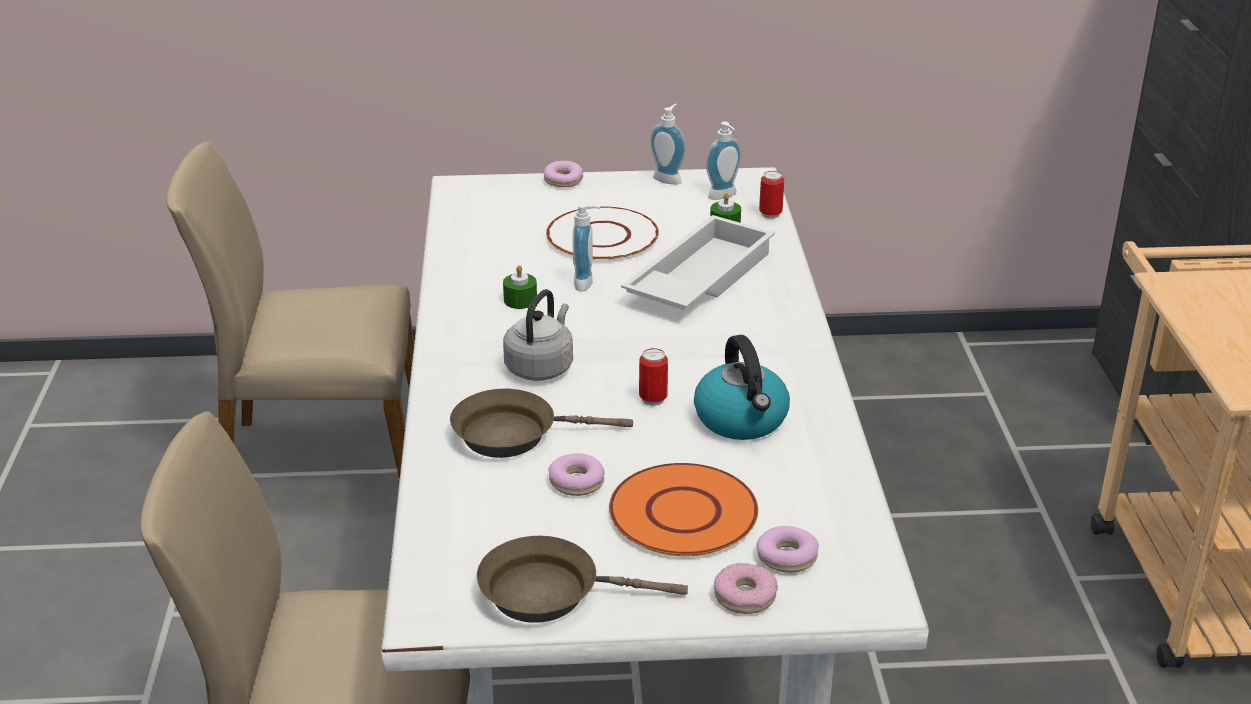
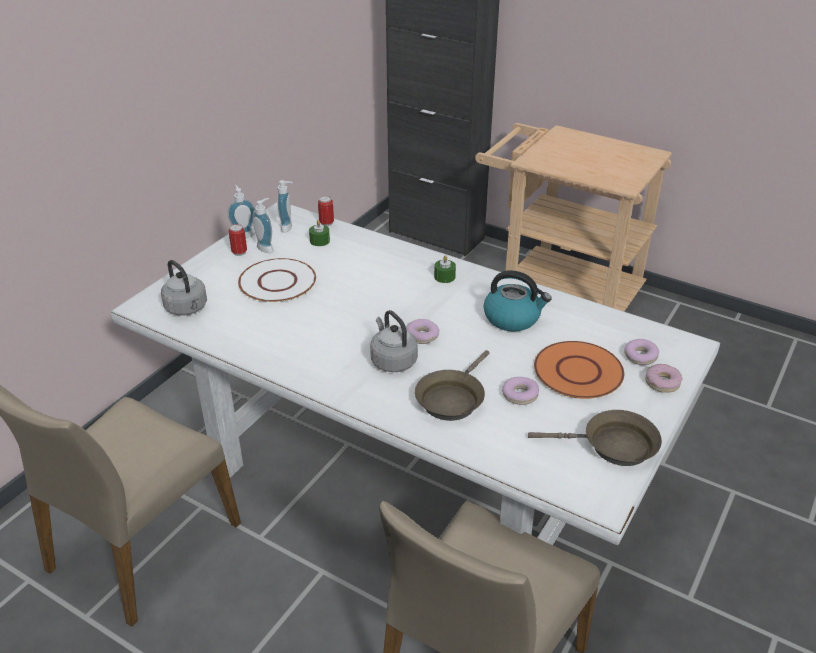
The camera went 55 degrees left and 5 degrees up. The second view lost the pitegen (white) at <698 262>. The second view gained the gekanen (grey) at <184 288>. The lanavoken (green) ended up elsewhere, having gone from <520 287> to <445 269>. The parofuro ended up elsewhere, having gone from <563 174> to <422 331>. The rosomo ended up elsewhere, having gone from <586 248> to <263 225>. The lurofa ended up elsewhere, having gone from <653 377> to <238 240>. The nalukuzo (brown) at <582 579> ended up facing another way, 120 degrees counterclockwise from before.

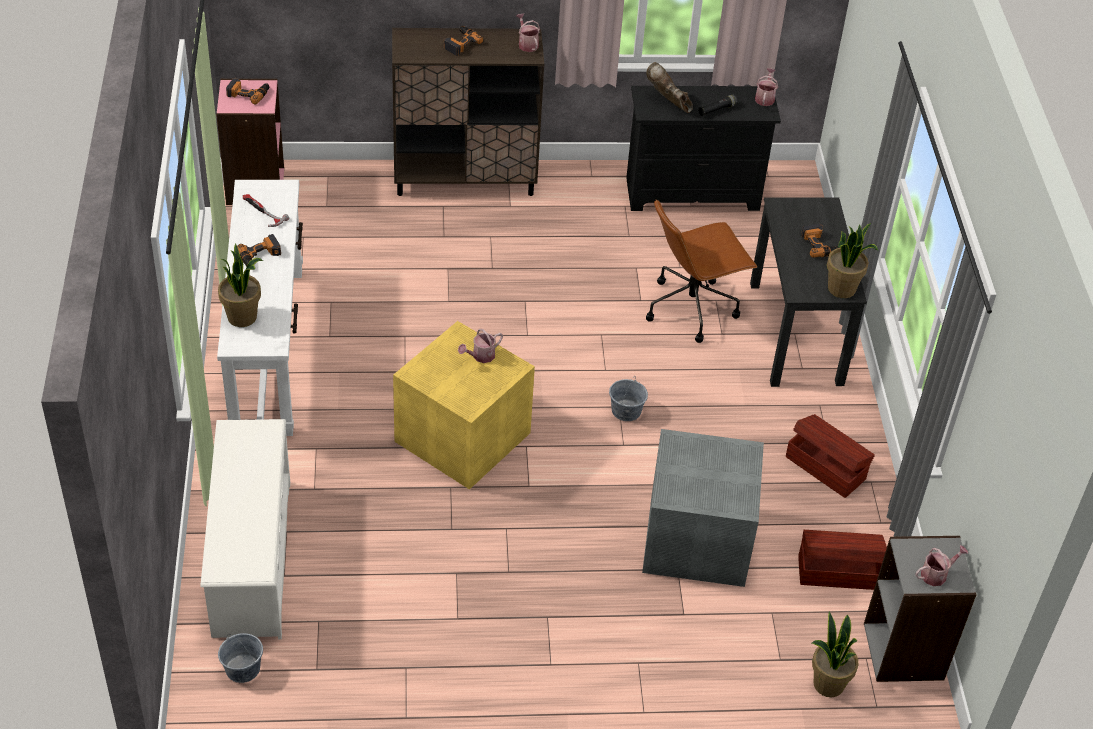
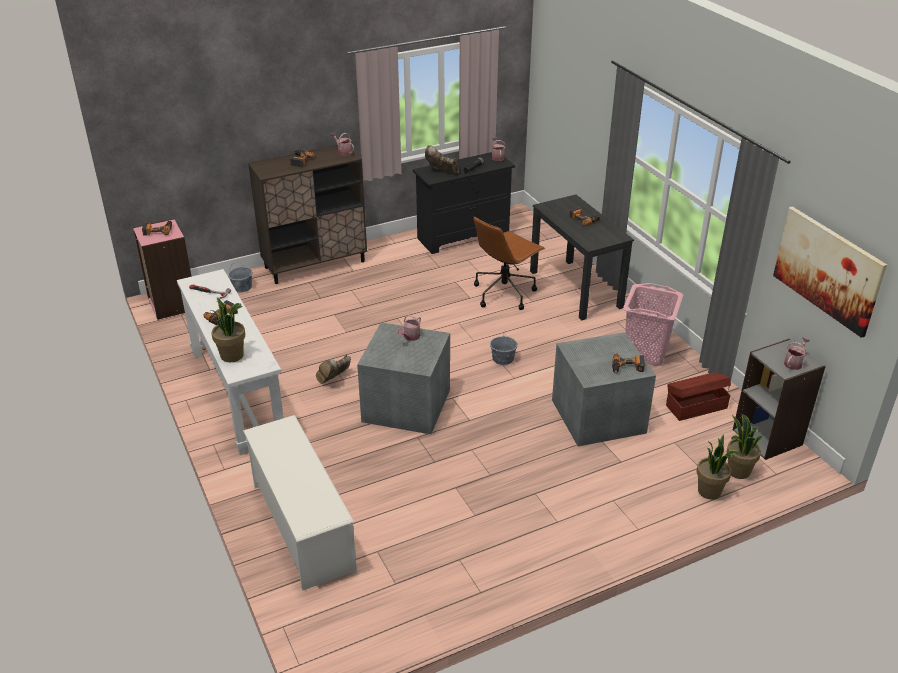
The camera went 20 degrees left and 10 degrees down. The second view gained the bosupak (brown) at <333 369>. The second view gained the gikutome at <628 363>. The second view gained the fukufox at <830 272>. The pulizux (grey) ended up elsewhere, having gone from <240 658> to <240 277>. The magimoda ended up elsewhere, having gone from <852 260> to <718 467>. Where the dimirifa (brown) stood at <830 456>, the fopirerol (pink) came to stand at <653 324>. What was the dimirifa (yellow) at <464 405> turned into the dimirifa (grey) at <403 378>.

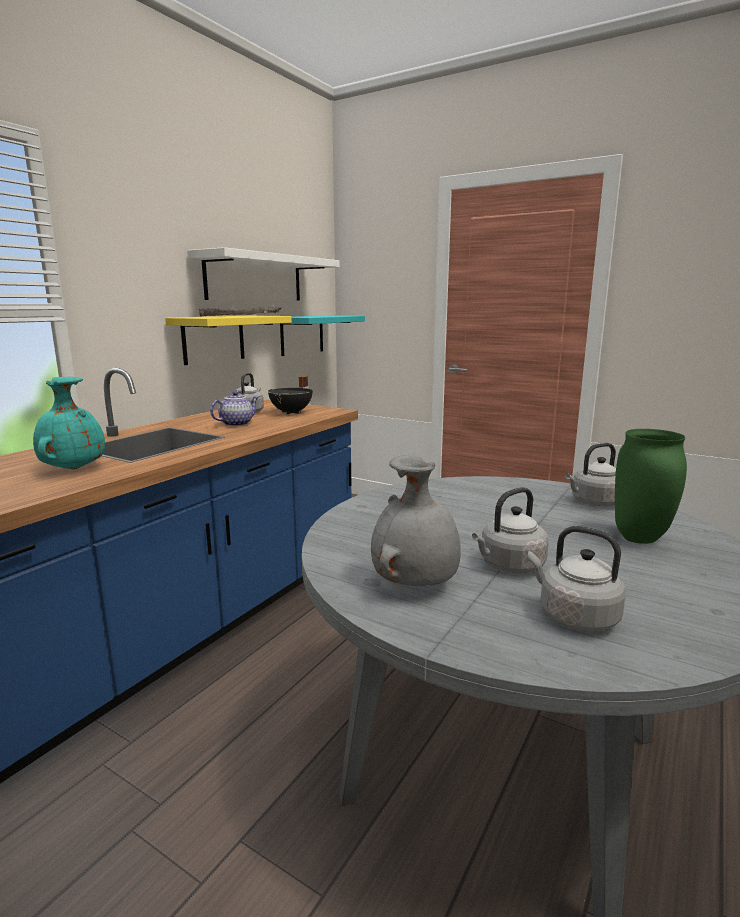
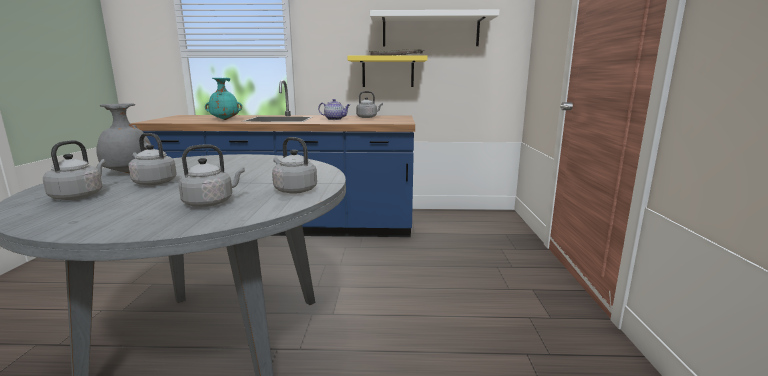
The camera went 60 degrees right and 0 degrees up. The second view lost the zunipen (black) at <290 395>. The second view lost the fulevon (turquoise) at <321 335>. Where the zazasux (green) stood at <651 486>, the gekanen (grey) came to stand at <211 175>.

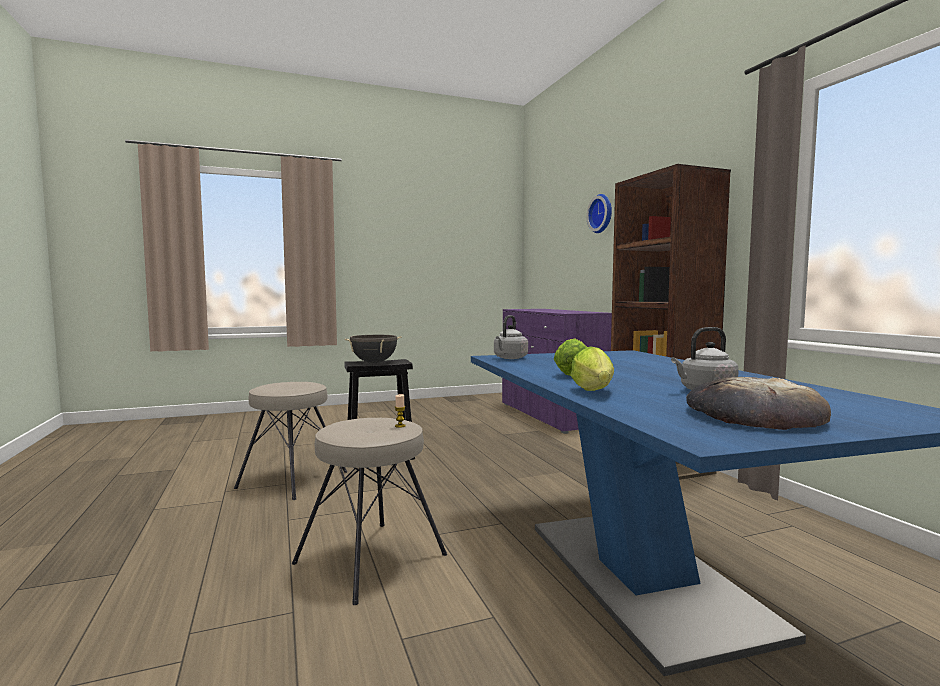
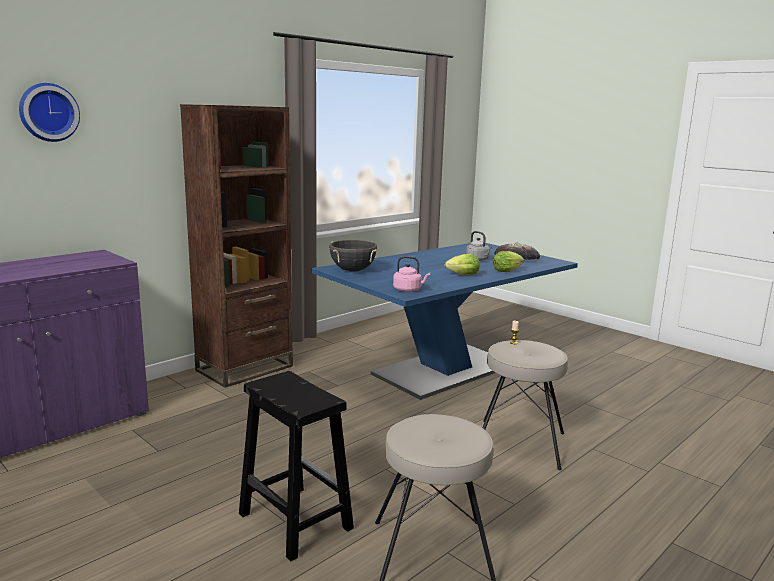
The camera went 115 degrees left and 10 degrees up. The zunipen (black) ended up elsewhere, having gone from <373 349> to <353 256>. What was the gekanen (grey) at <511 337> turned into the gekanen (pink) at <411 274>.

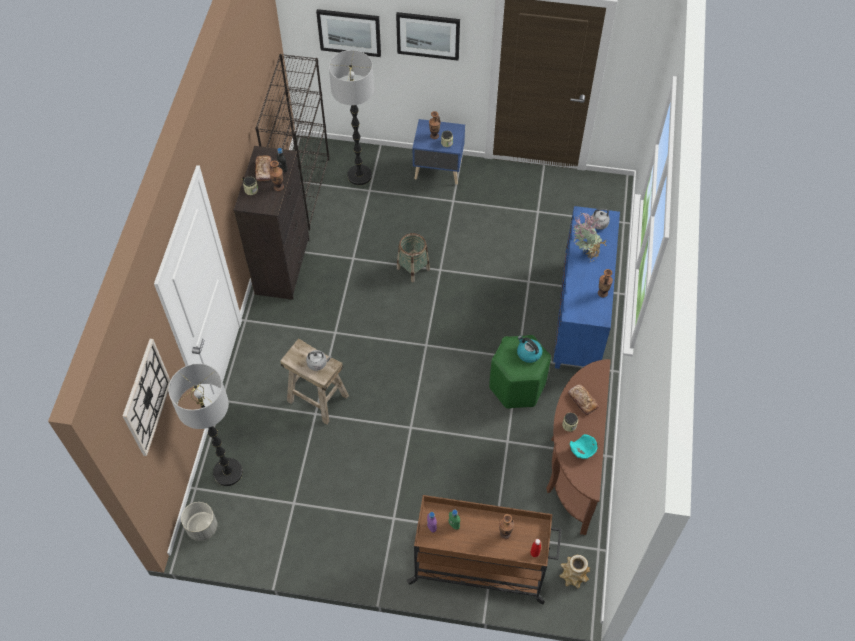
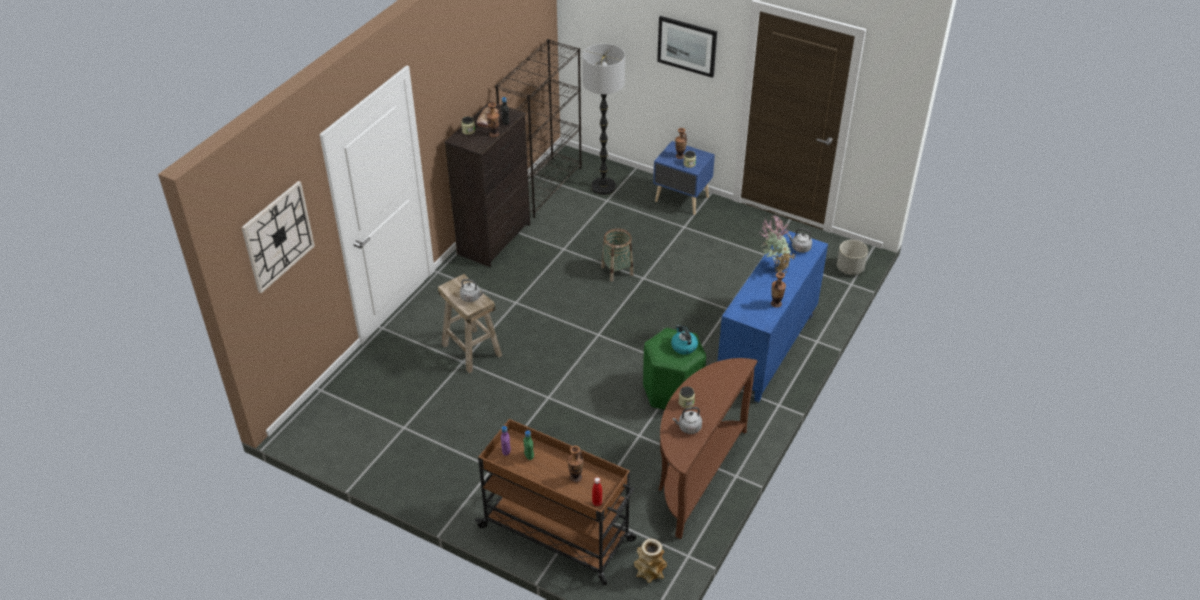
The camera went 20 degrees right and 15 degrees down. The second view lost the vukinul at <205 424>. The second view lost the fukufox at <348 33>. The second view lost the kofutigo at <583 400>. The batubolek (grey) ended up elsewhere, having gone from <199 521> to <852 257>. Where the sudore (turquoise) stood at <583 446>, the gekanen (grey) came to stand at <687 420>.

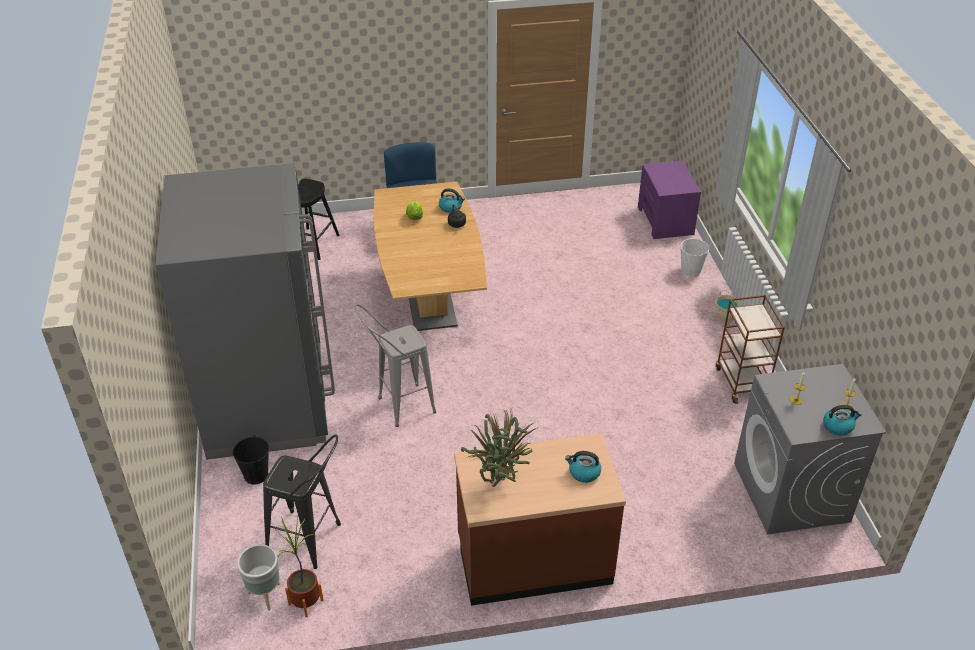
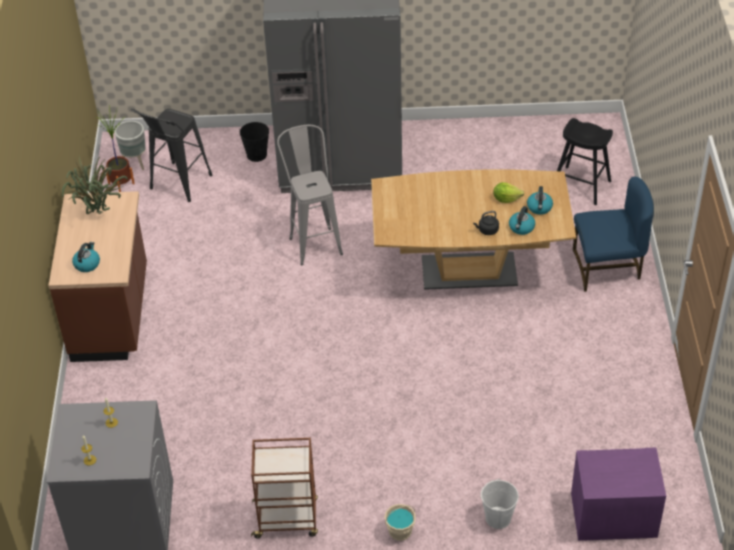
The camera went 100 degrees right and 5 degrees up. The gekanen ended up elsewhere, having gone from <842 420> to <540 200>.

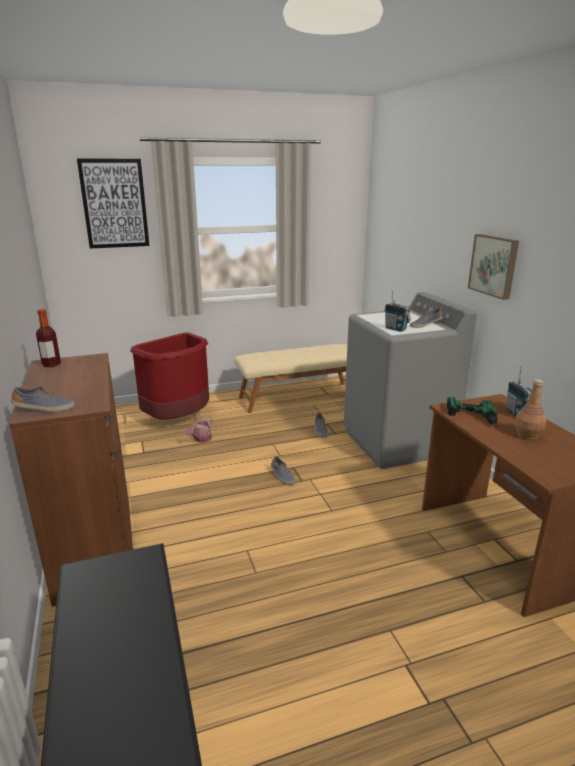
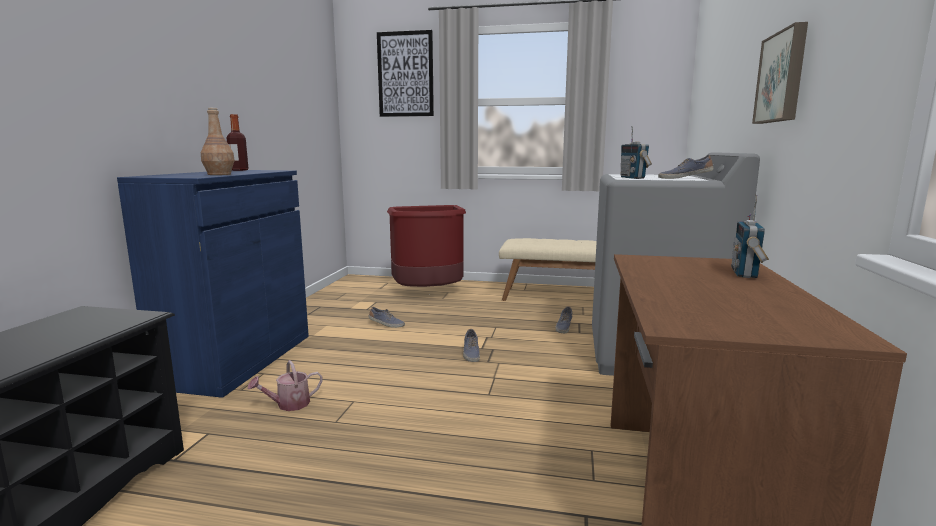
The camera went 30 degrees right and 10 degrees down. The second view lost the gikutome at <472 412>. The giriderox ended up elsewhere, having gone from <43 399> to <386 317>. The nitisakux ended up elsewhere, having gone from <199 429> to <285 385>. The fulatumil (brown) ended up elsewhere, having gone from <530 409> to <218 141>. What was the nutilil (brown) at <71 480> turned into the nutilil (blue) at <213 284>.

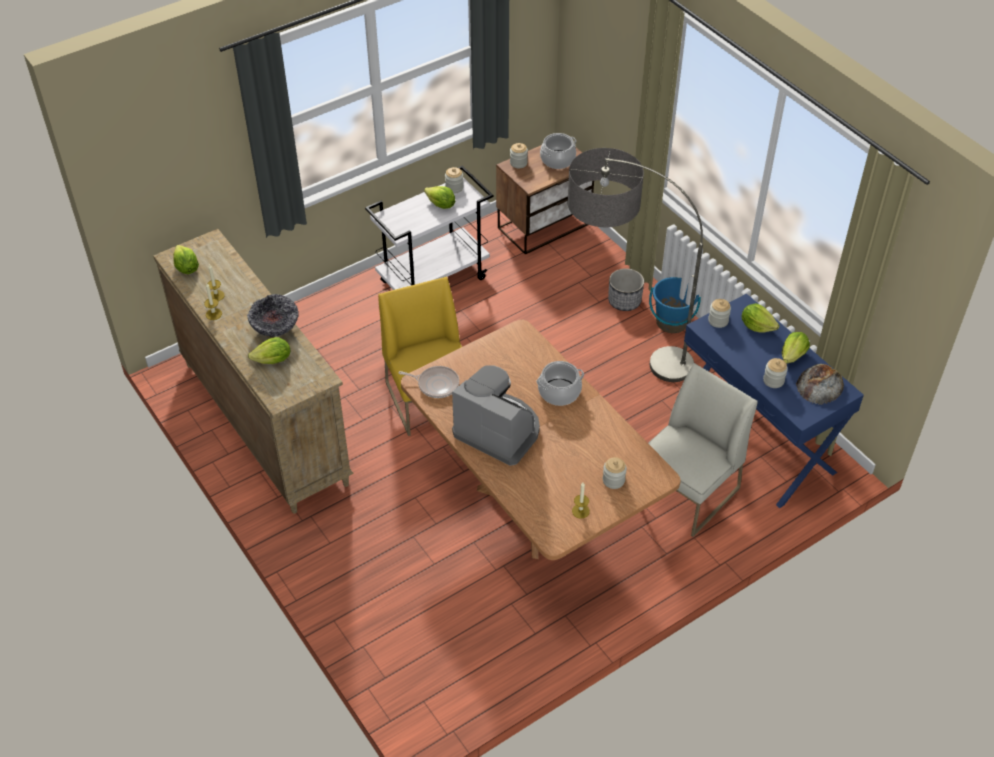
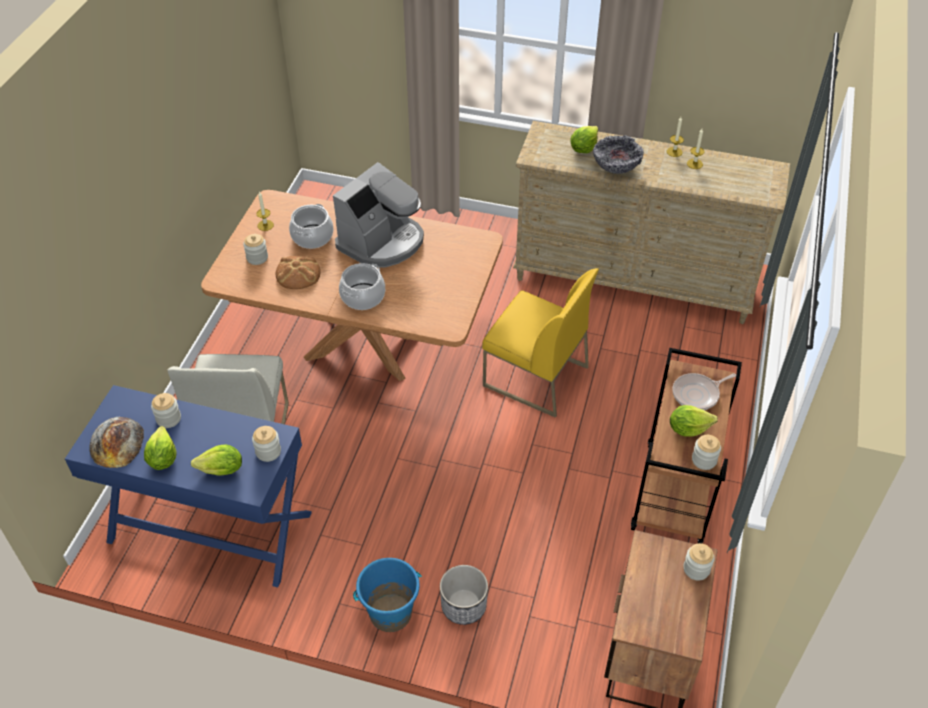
The camera went 140 degrees right and 0 degrees up. The second view lost the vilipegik at <186 259>. The second view lost the vukinul at <635 265>. The second view gained the kofutigo at <298 272>. The nalukuzo ended up elsewhere, having gone from <429 382> to <704 391>. The zunipen ended up elsewhere, having gone from <558 151> to <311 226>. What was the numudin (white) at <429 227> turned into the numudin (brown) at <686 445>. The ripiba at <496 415> ended up facing another way, 45 degrees counterclockwise from before.

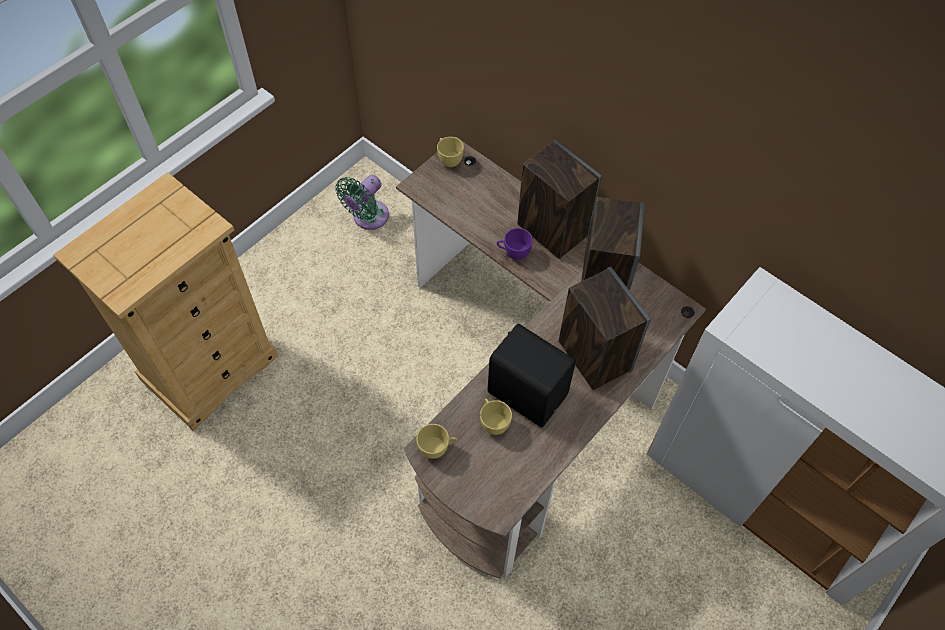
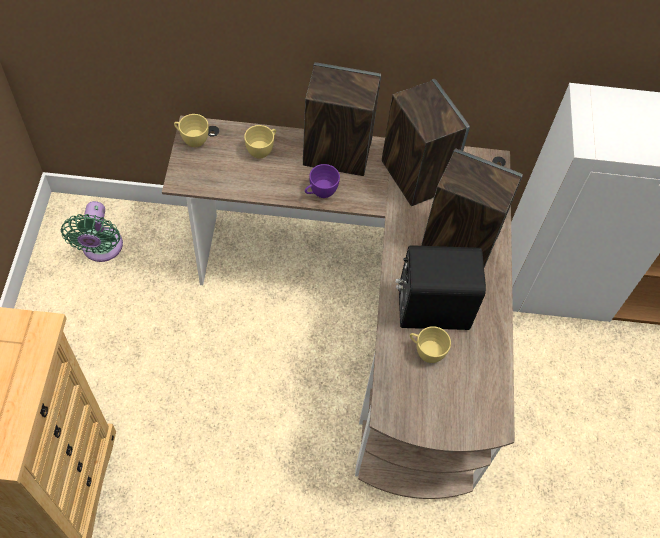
The camera went 40 degrees left and 0 degrees up. The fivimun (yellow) ended up elsewhere, having gone from <436 441> to <260 142>.

